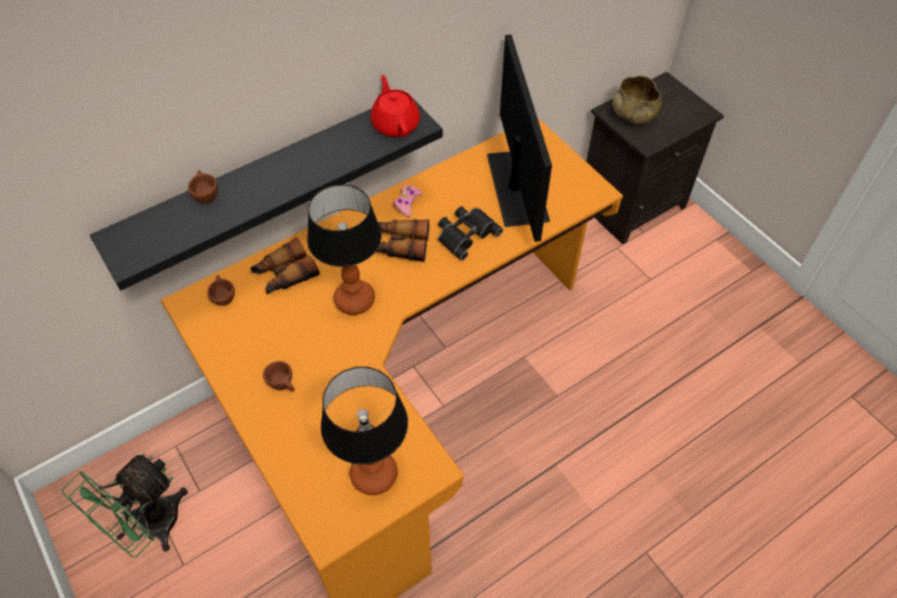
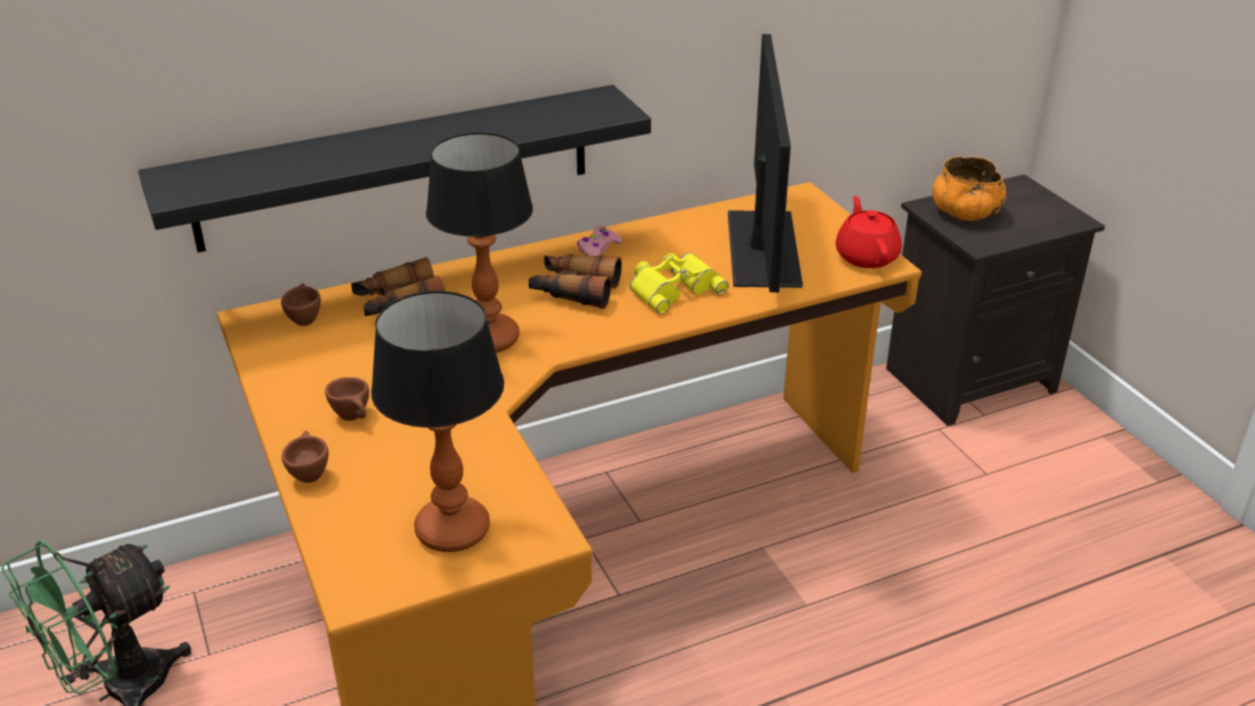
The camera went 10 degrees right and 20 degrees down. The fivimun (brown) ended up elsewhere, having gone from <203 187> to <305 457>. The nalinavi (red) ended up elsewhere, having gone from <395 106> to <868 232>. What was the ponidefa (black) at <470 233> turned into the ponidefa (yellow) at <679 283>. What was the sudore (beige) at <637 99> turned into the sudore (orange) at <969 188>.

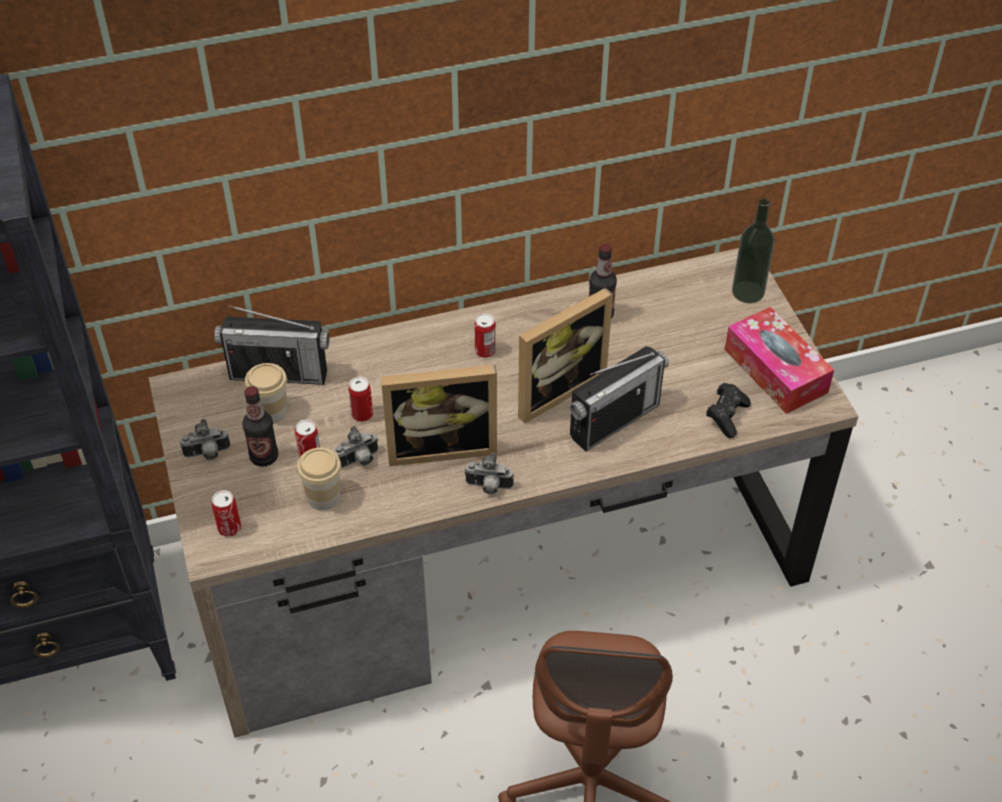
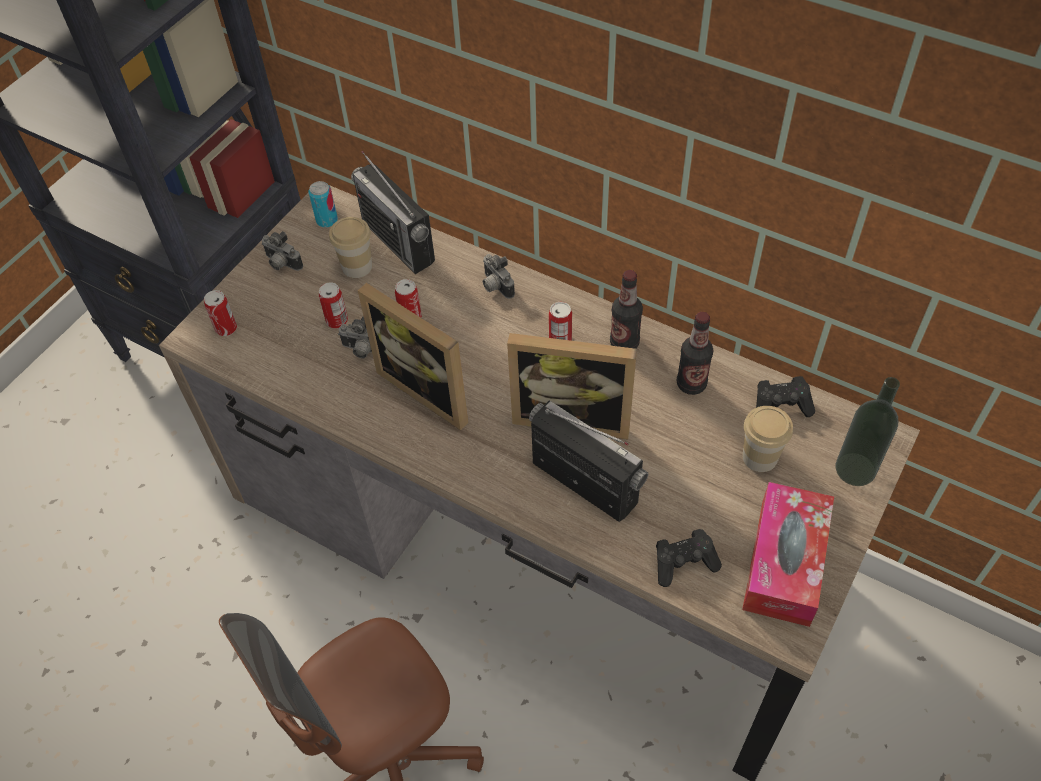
The camera went 50 degrees right and 5 degrees up. The second view gained the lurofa at <323 204>. The second view gained the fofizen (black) at <785 396>. The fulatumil ended up elsewhere, having gone from <260 426> to <626 309>. The fivimun ended up elsewhere, having gone from <319 479> to <767 439>. The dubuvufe ended up elsewhere, having gone from <489 474> to <499 276>. The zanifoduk at <619 399> ended up facing another way, 150 degrees counterclockwise from before.

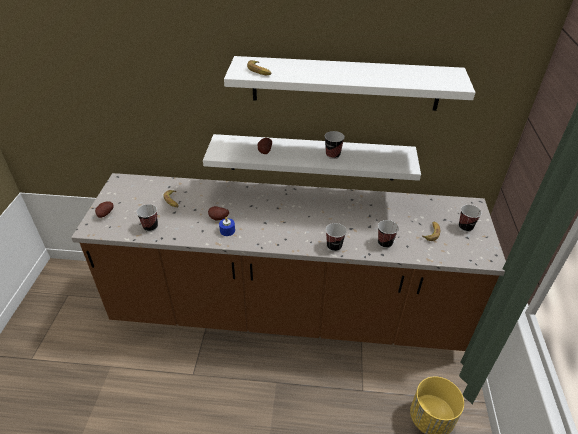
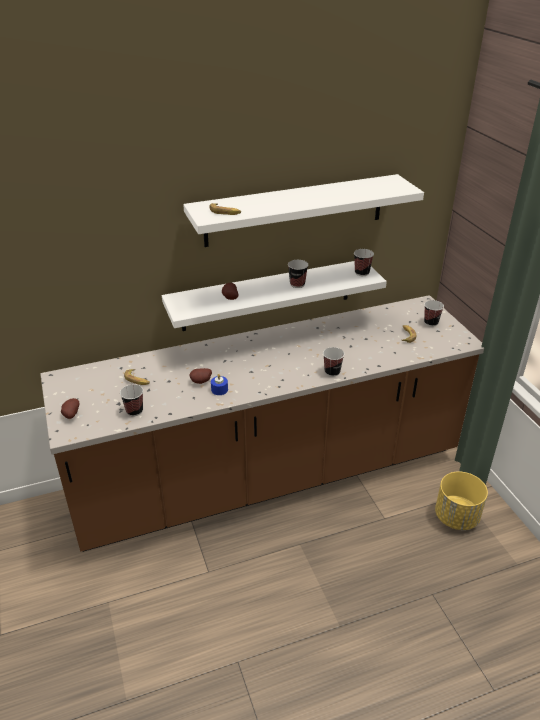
The camera went 25 degrees left and 5 degrees down. The fivimun ended up elsewhere, having gone from <388 234> to <364 262>.

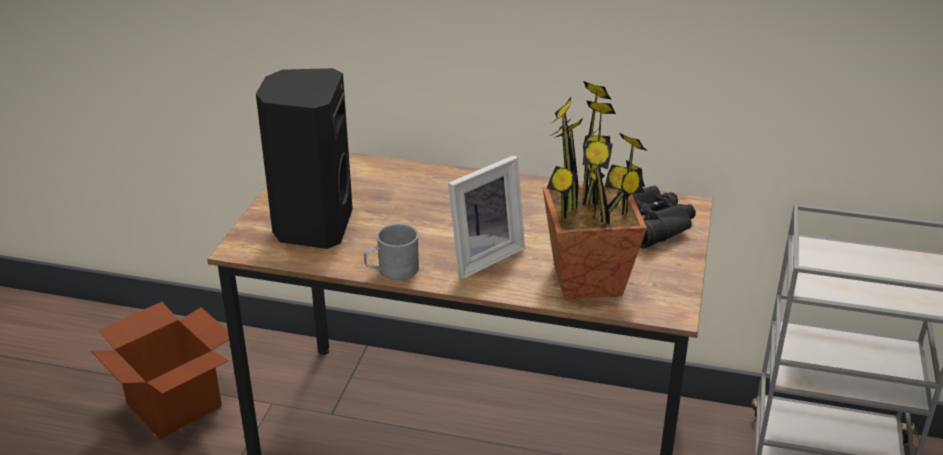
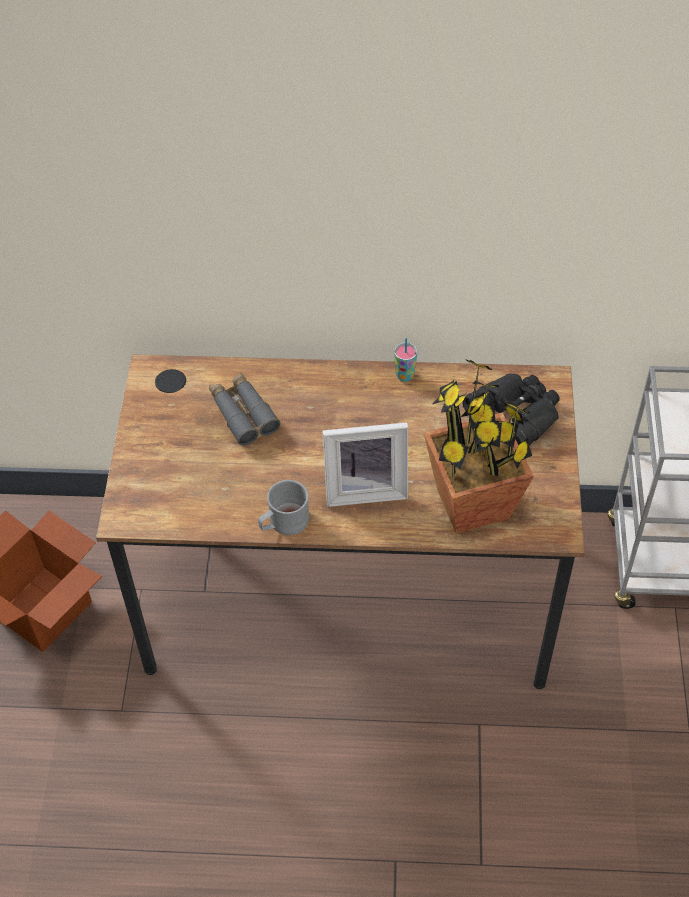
The camera went 10 degrees left and 20 degrees up. The second view lost the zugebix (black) at <304 158>. The second view gained the ponidefa (grey) at <245 409>. The second view gained the fivimun at <405 360>. The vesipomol at <486 217> ended up facing another way, 45 degrees clockwise from before.

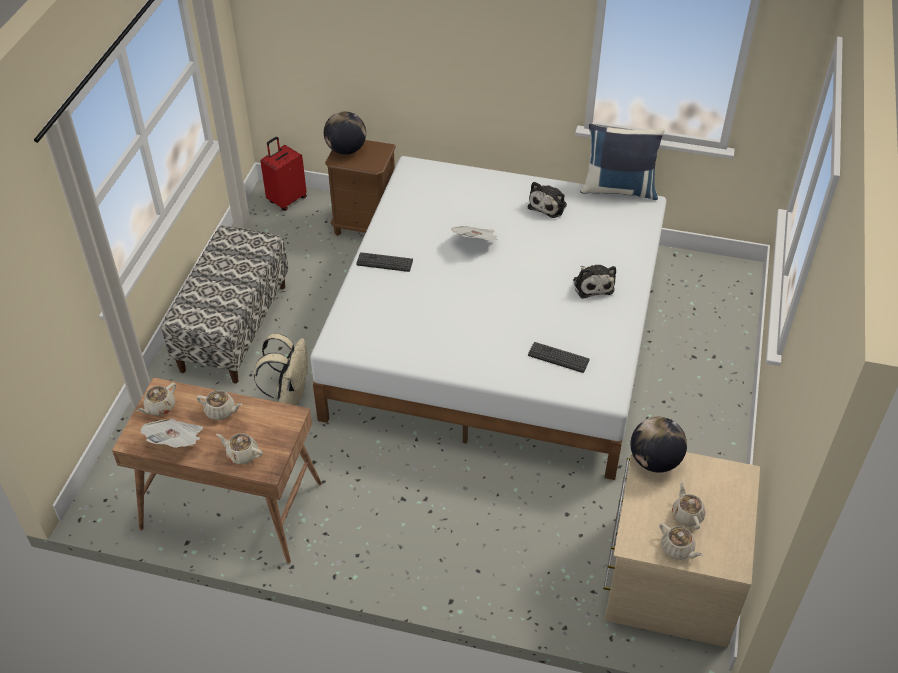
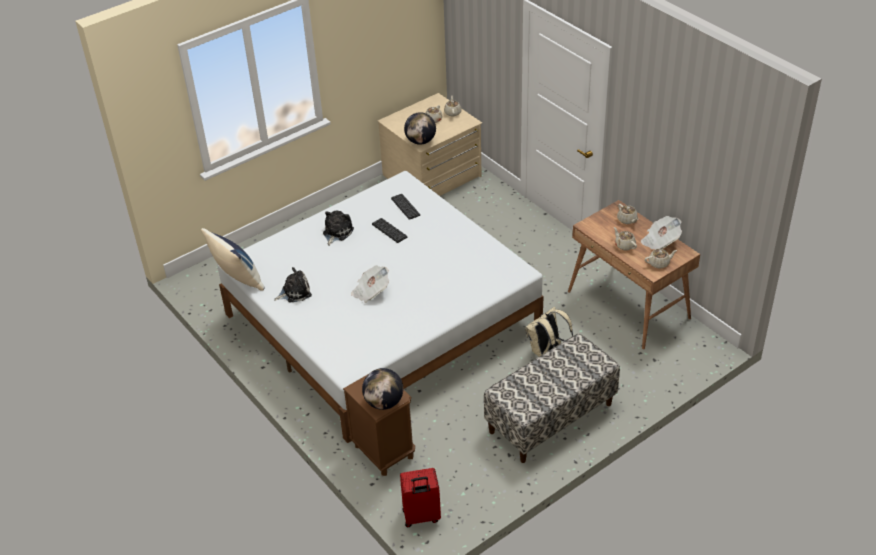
The camera went 140 degrees left and 5 degrees down. The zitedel ended up elsewhere, having gone from <384 262> to <389 230>.

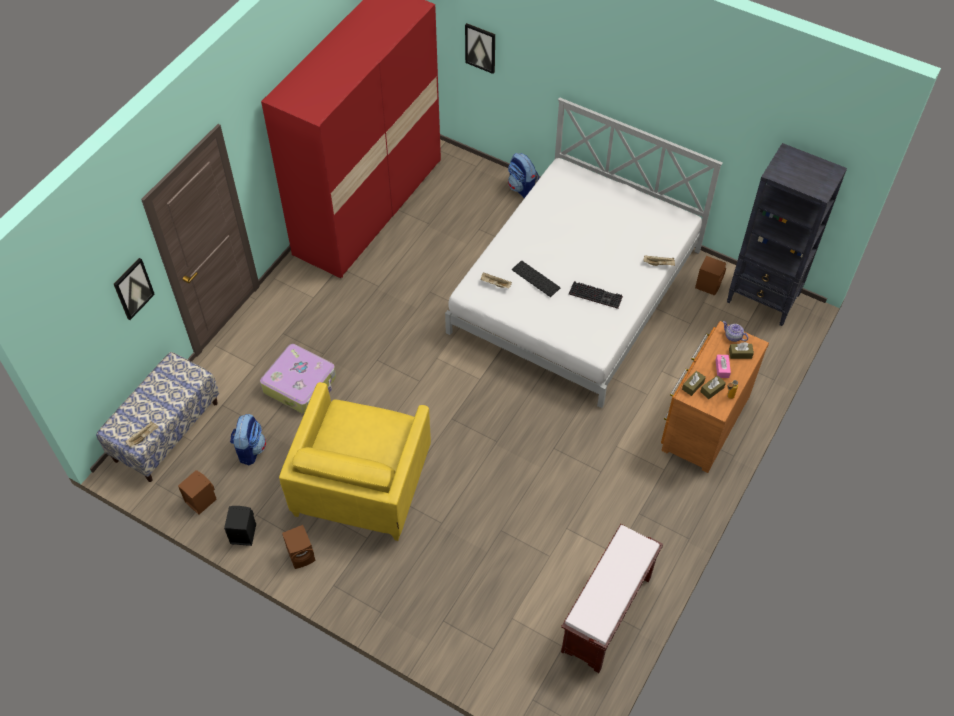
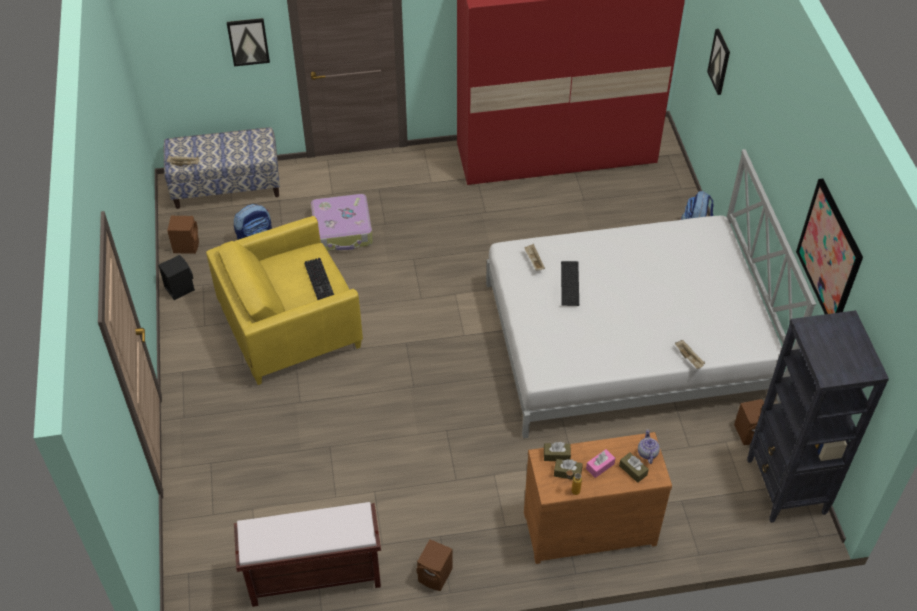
The camera went 50 degrees right and 5 degrees down. The second view gained the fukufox at <829 246>. The zugebix (brown) ended up elsewhere, having gone from <299 547> to <435 565>. The zitedel ended up elsewhere, having gone from <596 295> to <319 278>.

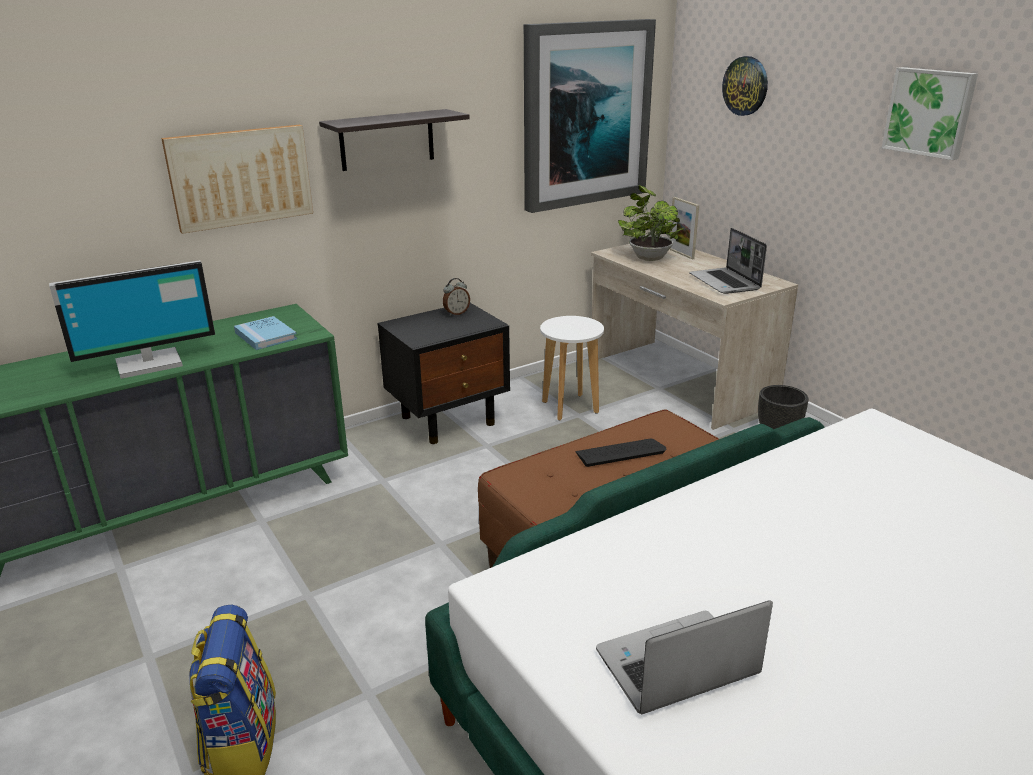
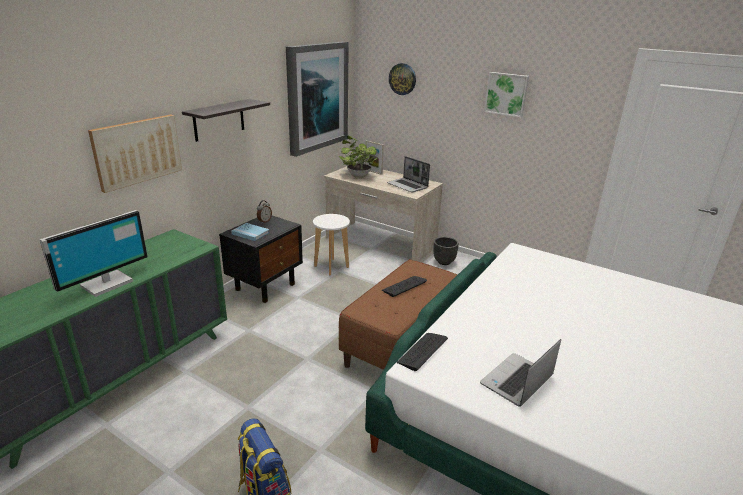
The camera went 25 degrees left and 0 degrees up. The second view gained the zitedel at <422 352>. The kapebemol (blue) ended up elsewhere, having gone from <265 333> to <250 232>.

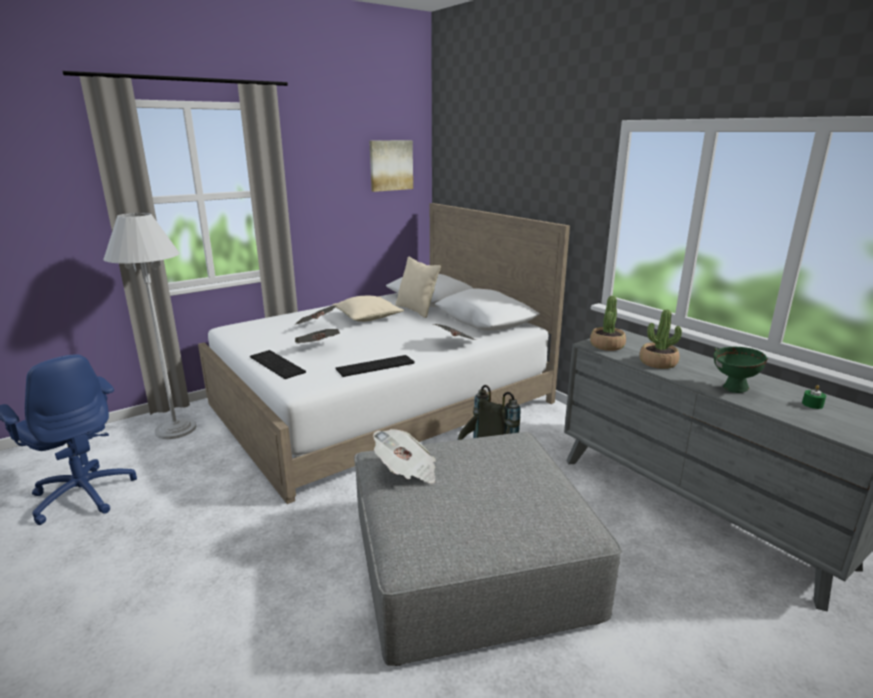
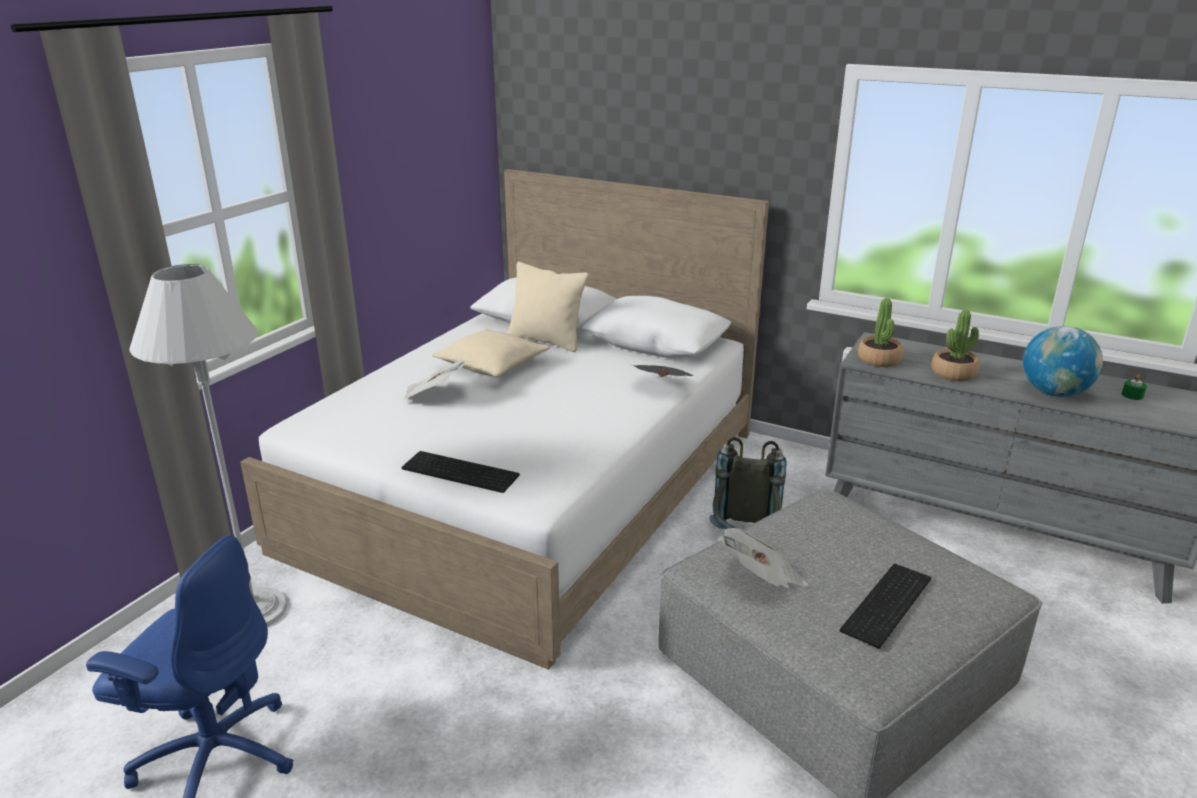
The camera went 25 degrees left and 5 degrees up. The second view lost the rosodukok at <317 336>. The second view lost the fukufox at <391 166>. The zitedel ended up elsewhere, having gone from <375 366> to <885 606>. Where the sudore (green) stood at <741 370>, the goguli came to stand at <1063 361>.

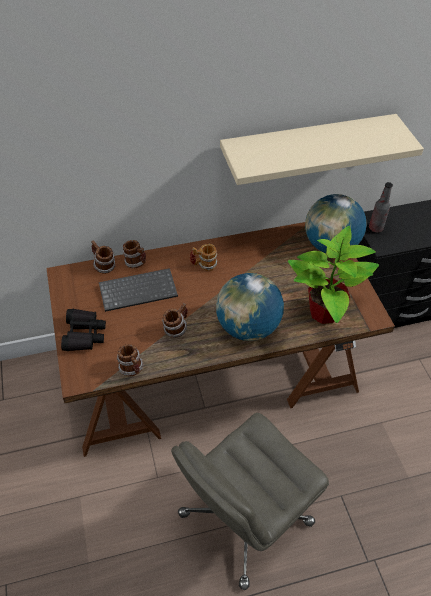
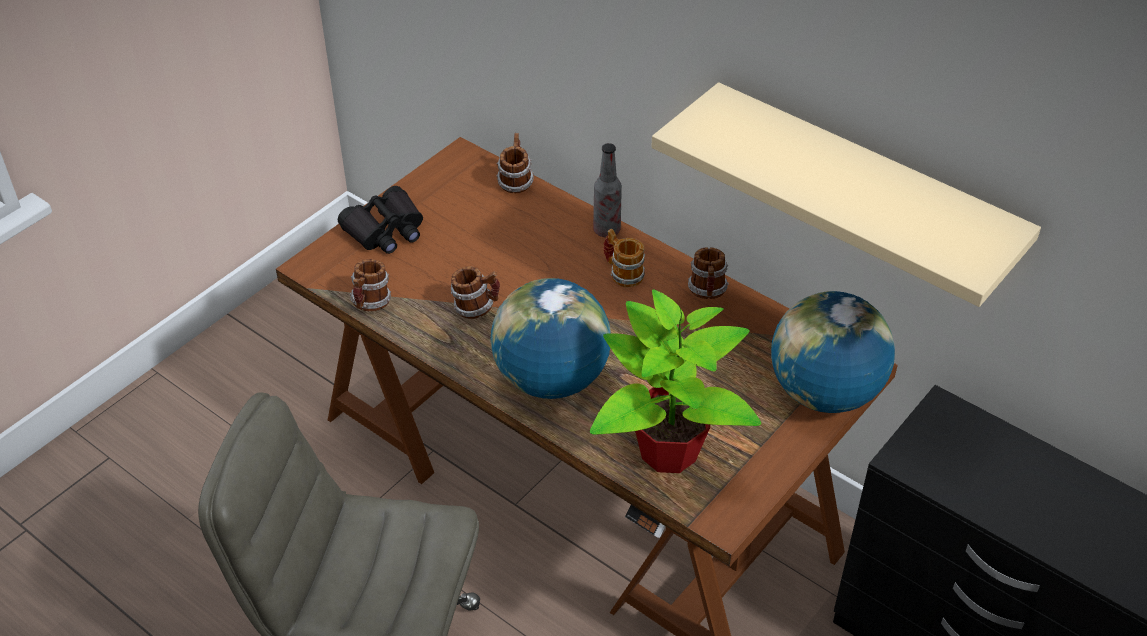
The camera went 55 degrees right and 5 degrees down. The second view lost the zitedel at <138 290>. The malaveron ended up elsewhere, having gone from <134 254> to <708 273>. The fulatumil ended up elsewhere, having gone from <381 207> to <607 190>.

